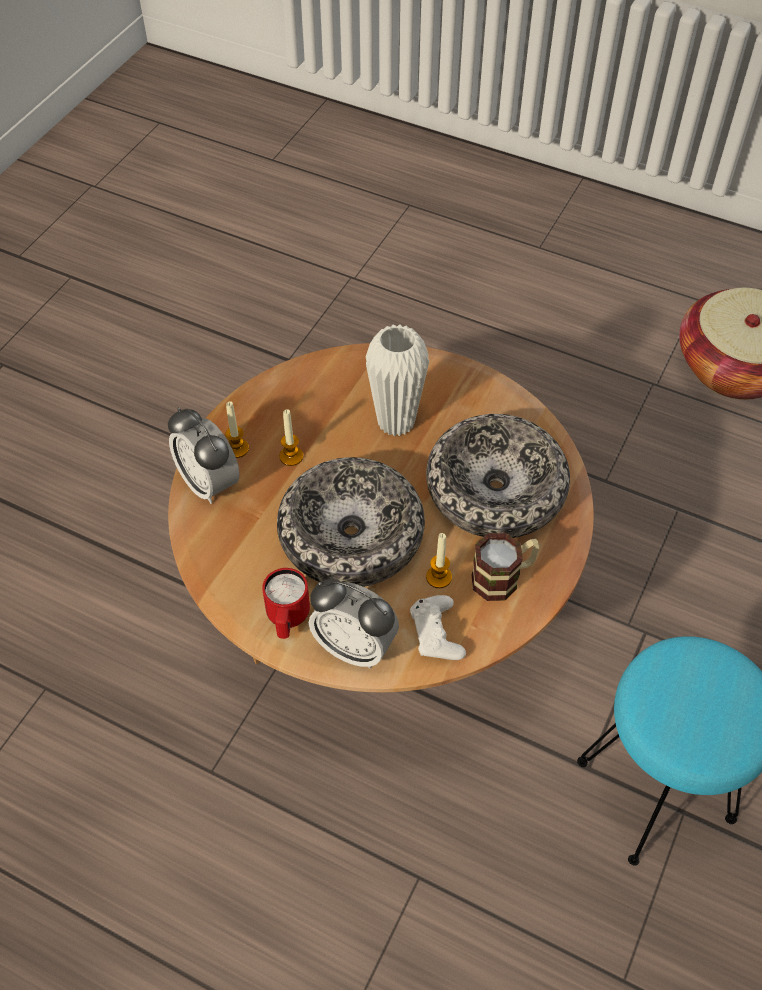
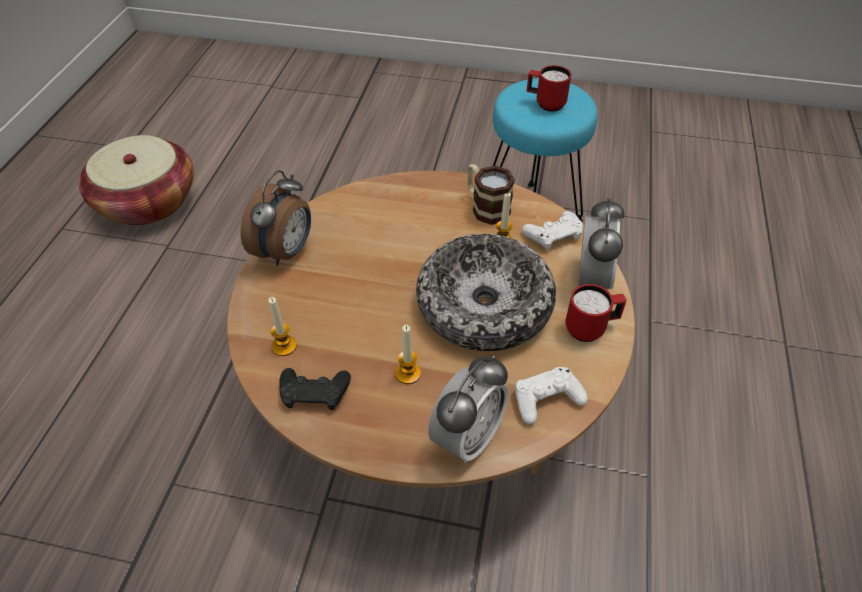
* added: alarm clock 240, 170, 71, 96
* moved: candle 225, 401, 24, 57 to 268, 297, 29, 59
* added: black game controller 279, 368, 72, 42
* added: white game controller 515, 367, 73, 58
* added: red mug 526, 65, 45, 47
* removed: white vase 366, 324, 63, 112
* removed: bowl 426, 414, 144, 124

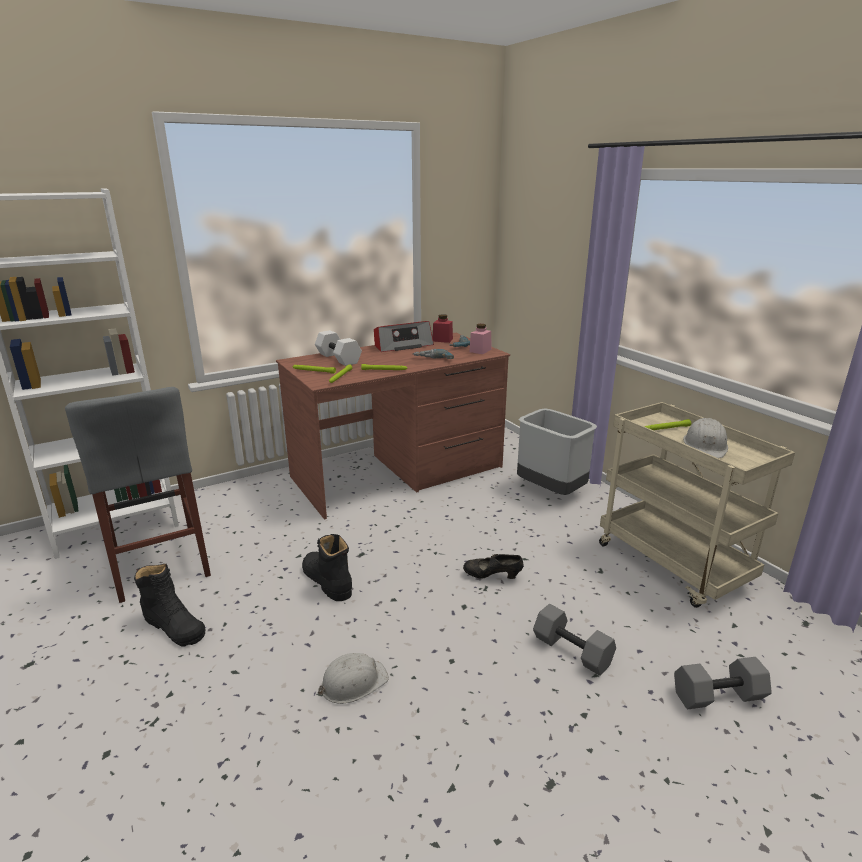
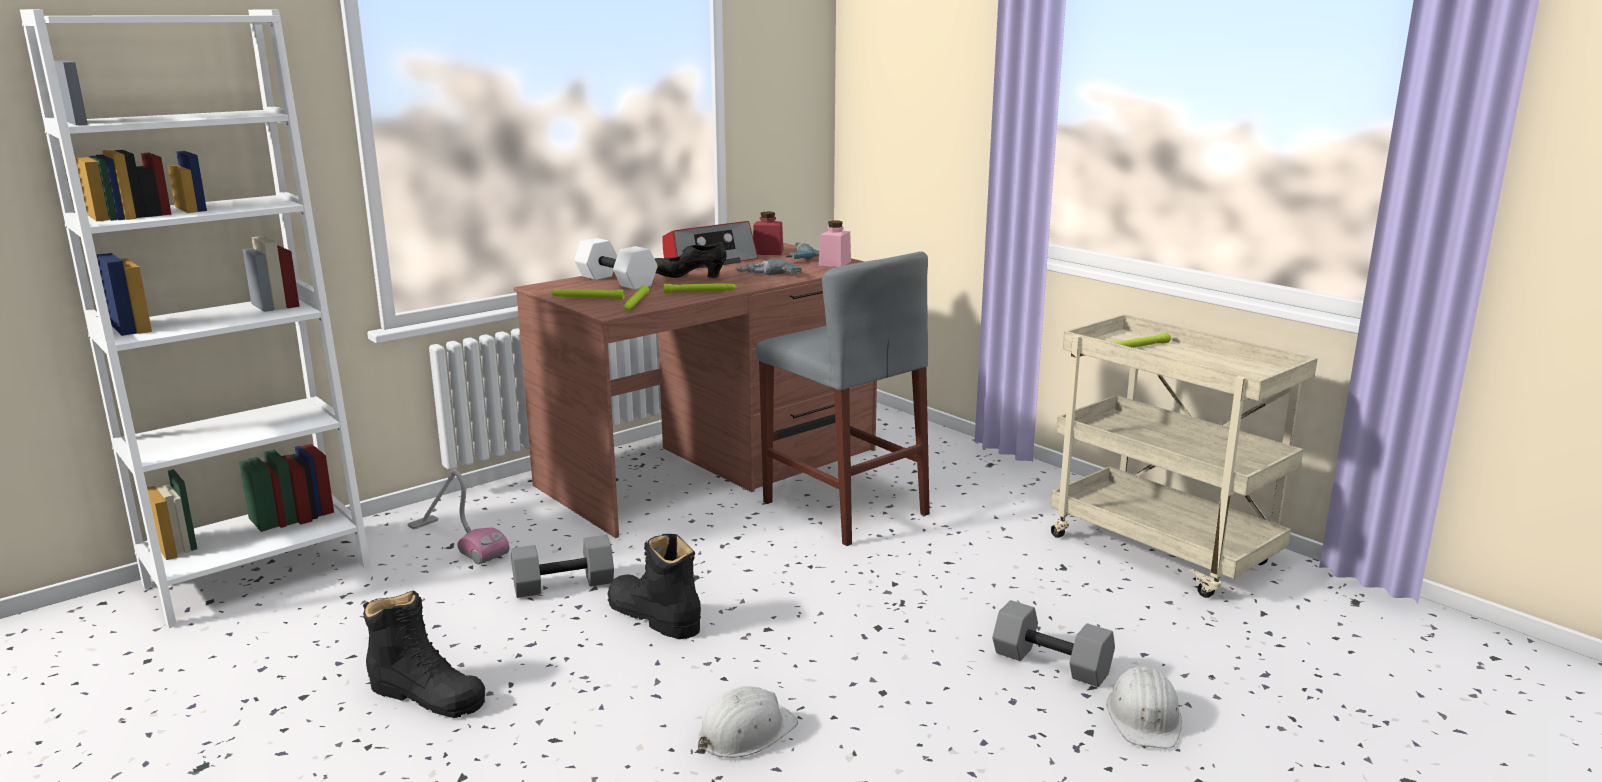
* added: vacuum cleaner 408, 470, 101, 95
* moved: grey dumbbell 674, 657, 98, 52 to 511, 535, 103, 63
* moved: black shoe 463, 554, 60, 25 to 655, 242, 72, 36
* moved: grey stool 65, 387, 146, 216 to 756, 251, 174, 295
* moved: white hard hat 683, 418, 45, 40 to 1107, 667, 75, 81
* removed: grey trash can 517, 408, 80, 87

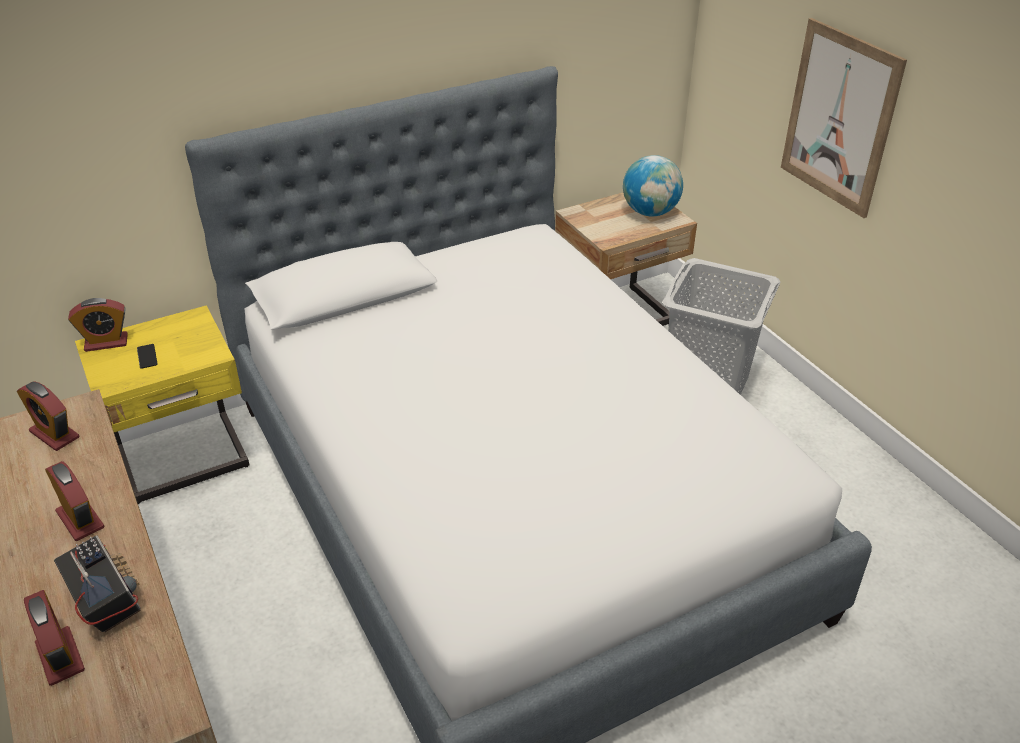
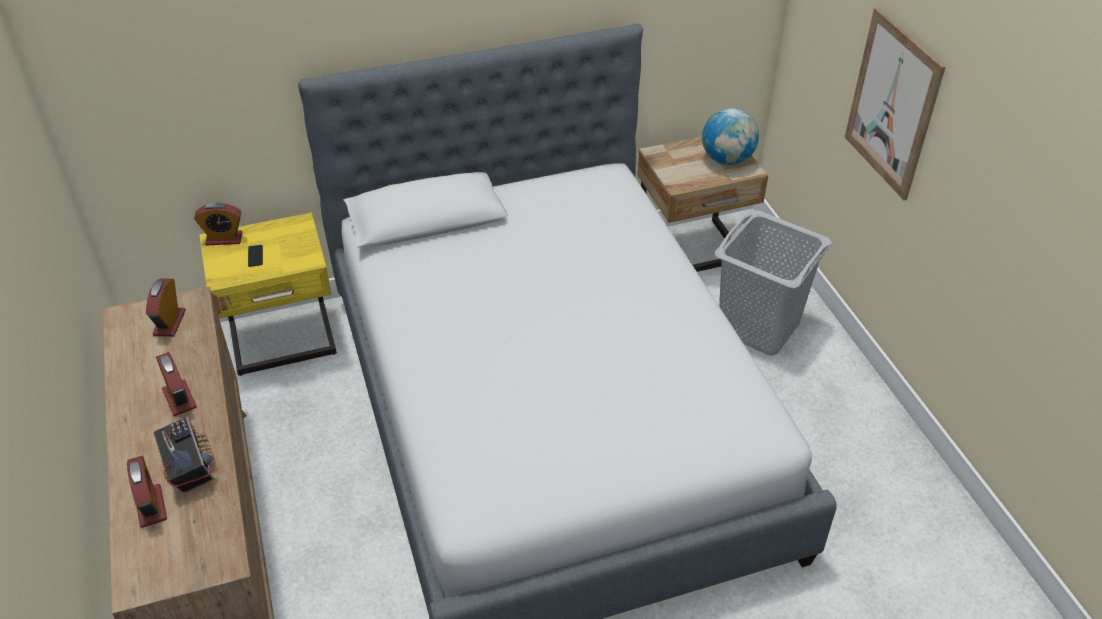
* turned: alarm clock 17, 381, 62, 70 = 146, 278, 40, 59 45 degrees clockwise

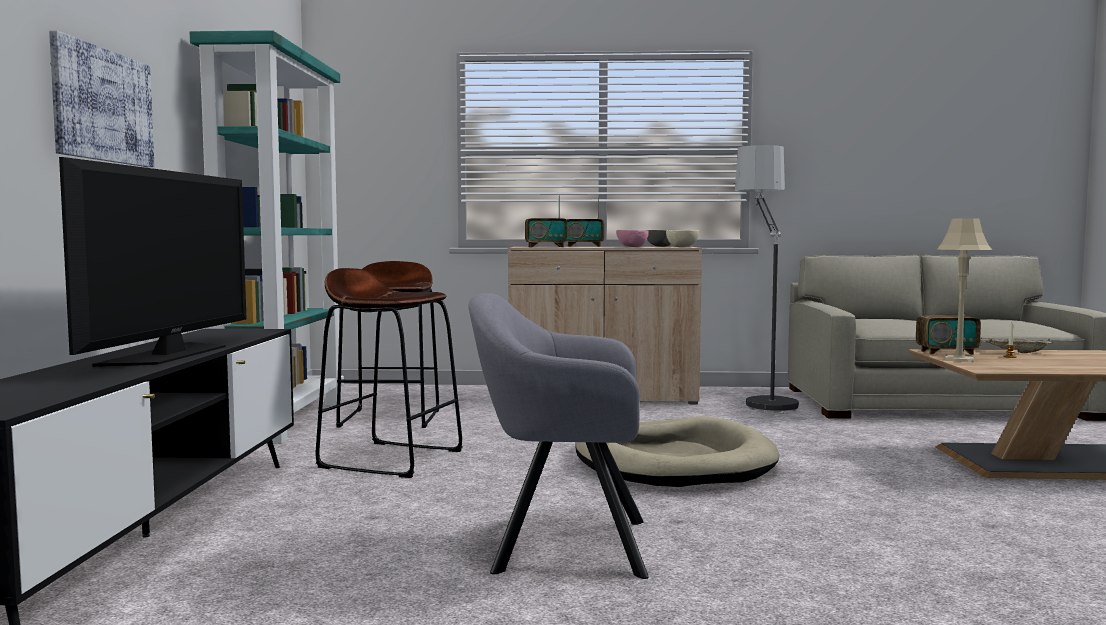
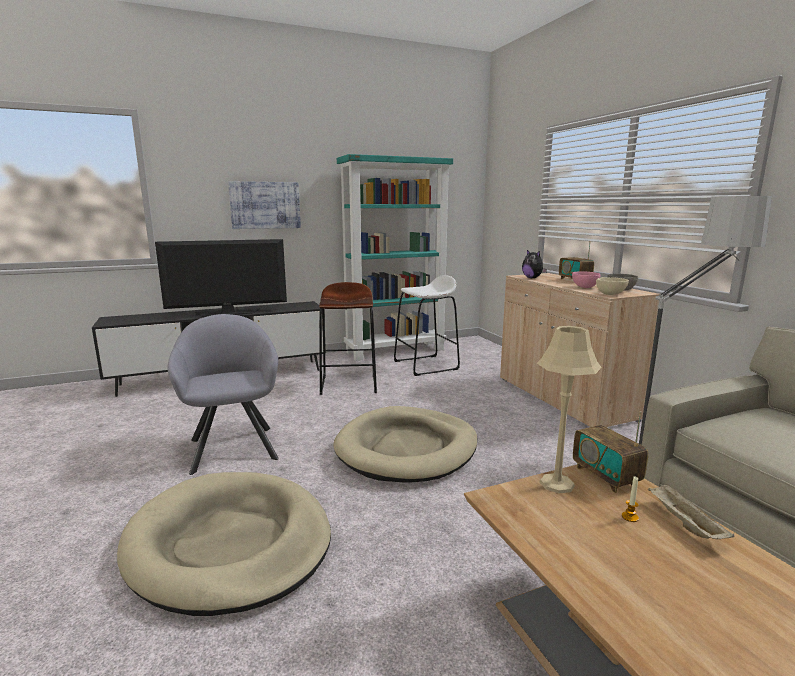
* added: beige dog bed 117, 472, 214, 144
* recoloured: brown stool 336, 261, 103, 167 to white stool 394, 275, 66, 101
* replaced: radio 525, 195, 43, 52 to plush toy 522, 250, 25, 28

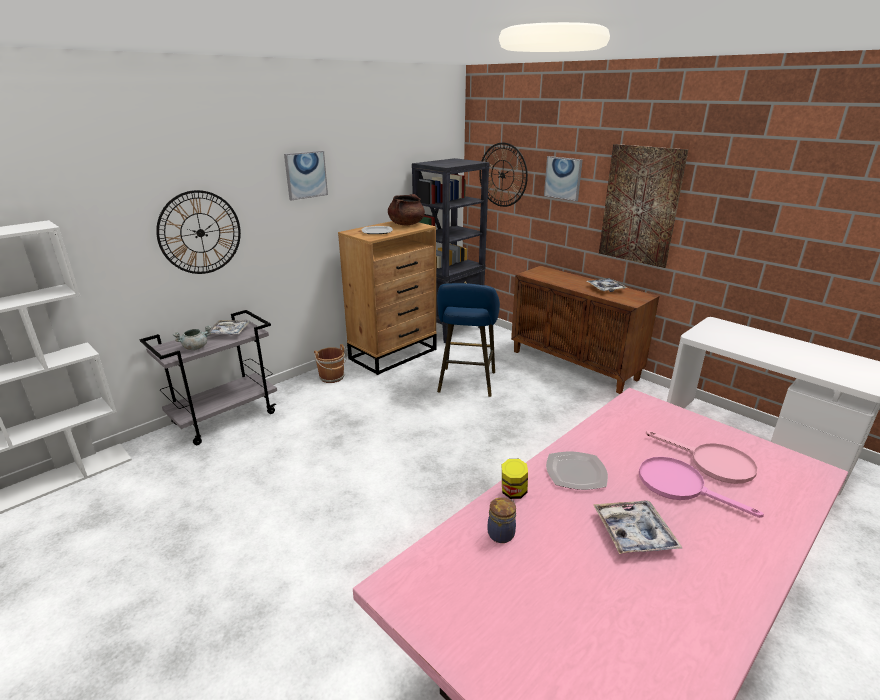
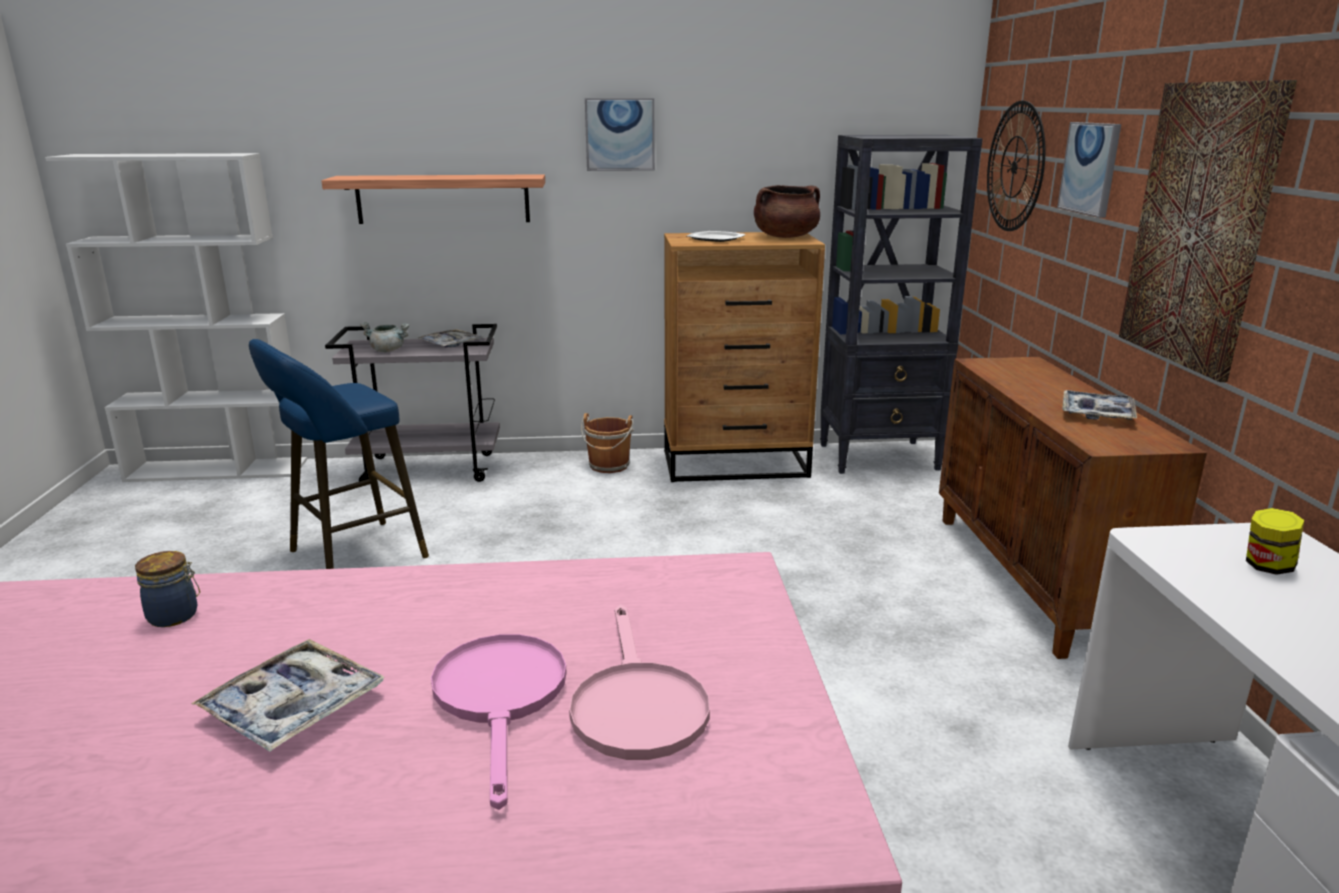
* moved: blue stool 437, 283, 63, 114 to 249, 339, 180, 230
* replaced: wall clock 156, 190, 85, 84 to shelf 321, 174, 224, 50
* moved: jar 502, 459, 26, 40 to 1246, 508, 58, 67
* removed: plate 546, 451, 62, 39

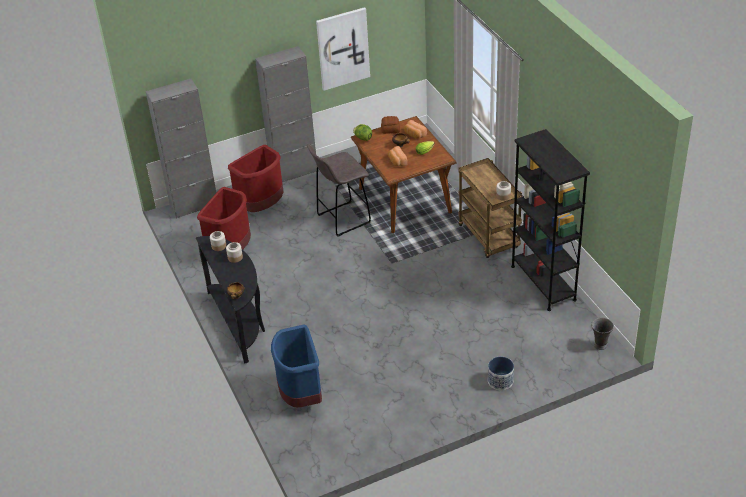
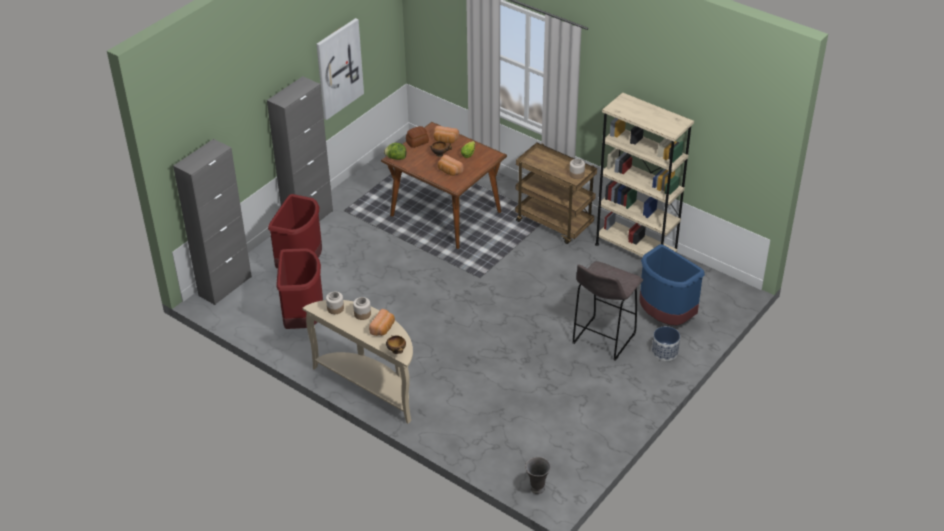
* recoloured: black console table 196, 236, 69, 127 to beige console table 302, 300, 111, 124
* added: bread 369, 309, 26, 27
* moved: grey vase 591, 318, 23, 32 to 525, 457, 26, 37
* moved: grey stool 307, 144, 64, 93 to 573, 261, 70, 100
* recoloured: black bookcase 511, 129, 79, 182 to beige bookcase 595, 92, 99, 165
* moved: blue trash can 271, 324, 51, 83 to 639, 244, 66, 81

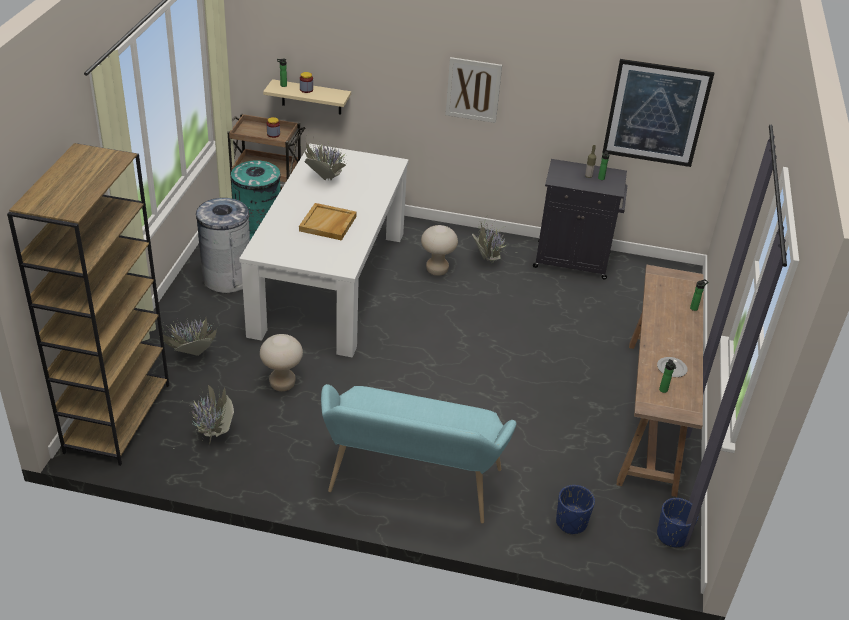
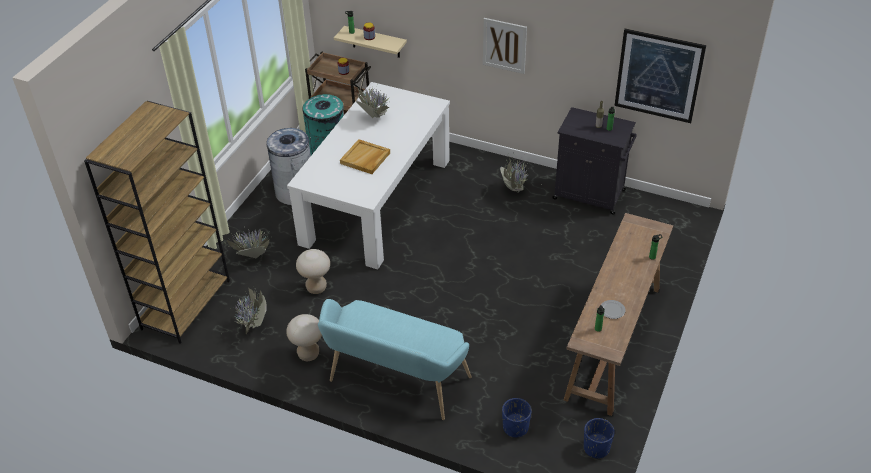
* moved: beige stool 421, 225, 37, 51 to 286, 314, 36, 47

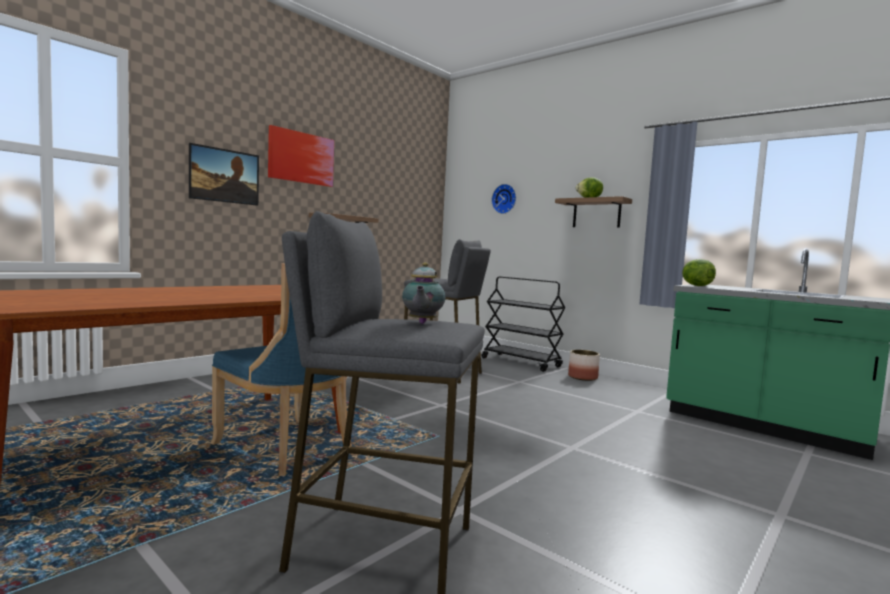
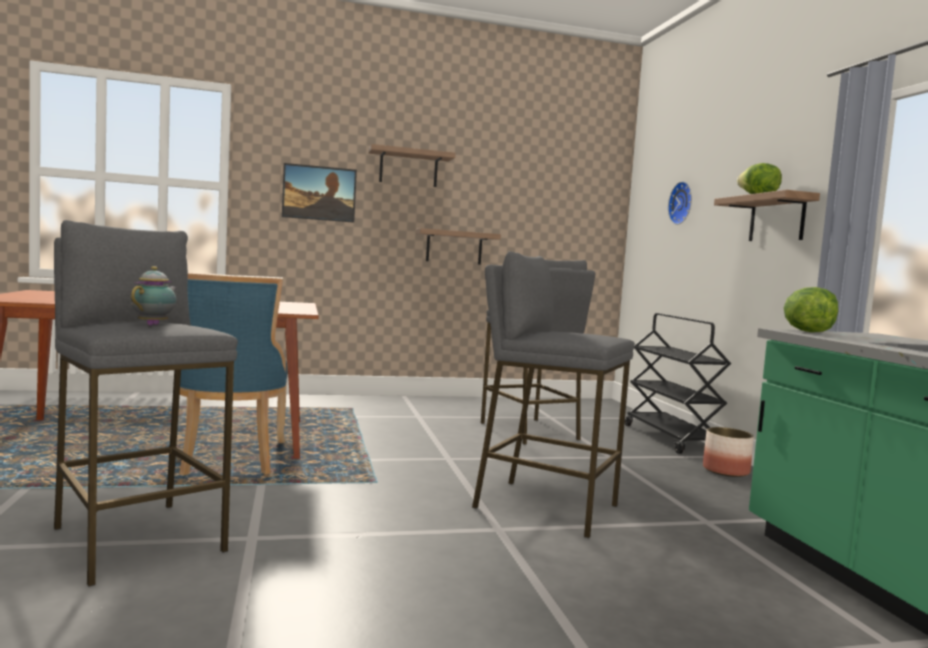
* turned: teapot 402, 262, 43, 62 = 131, 266, 46, 60 150 degrees clockwise
* replaced: picture 268, 125, 66, 62 to shelf 368, 144, 87, 43
* added: grey stool 472, 251, 163, 287

